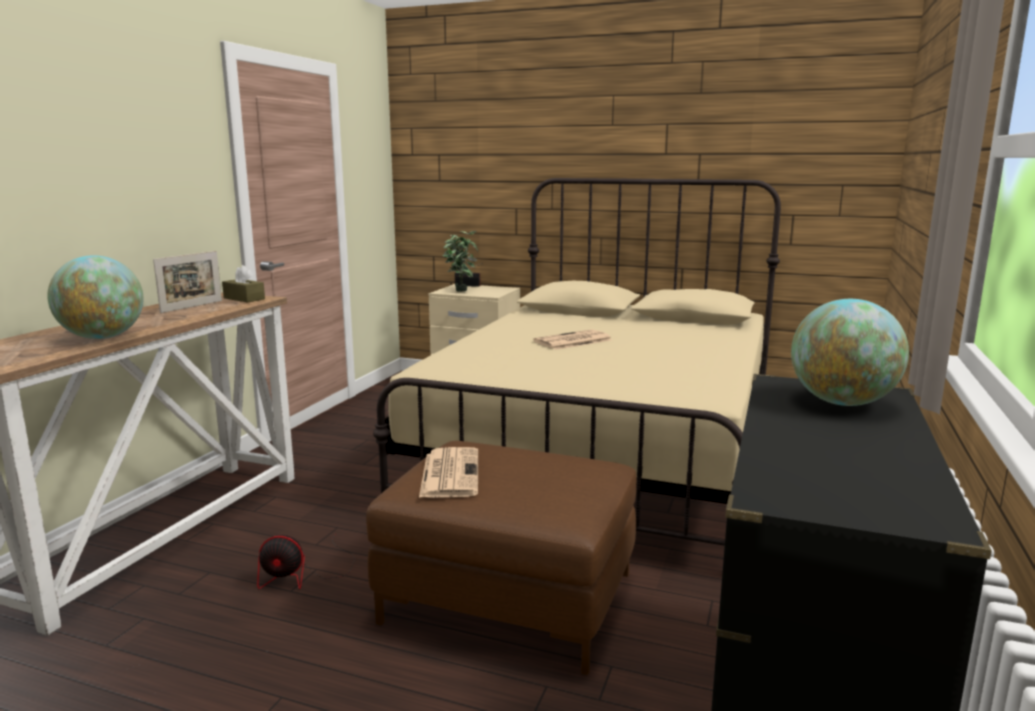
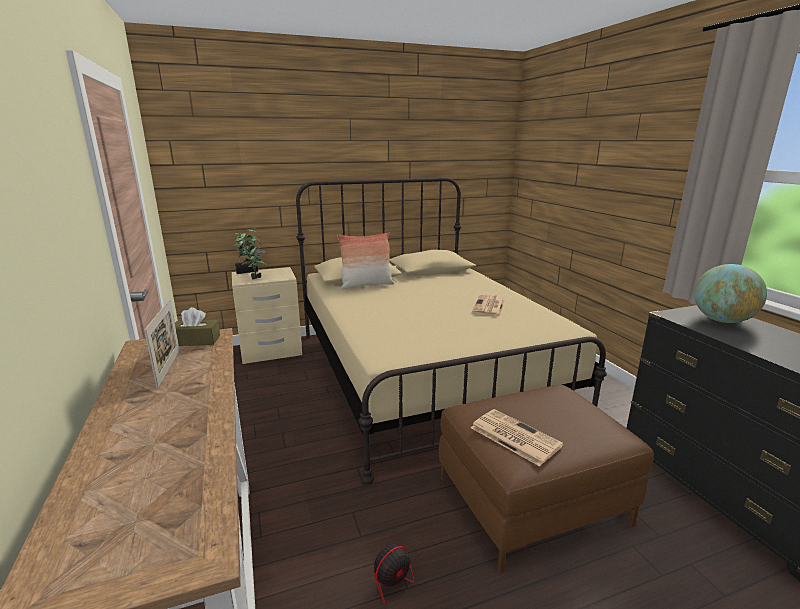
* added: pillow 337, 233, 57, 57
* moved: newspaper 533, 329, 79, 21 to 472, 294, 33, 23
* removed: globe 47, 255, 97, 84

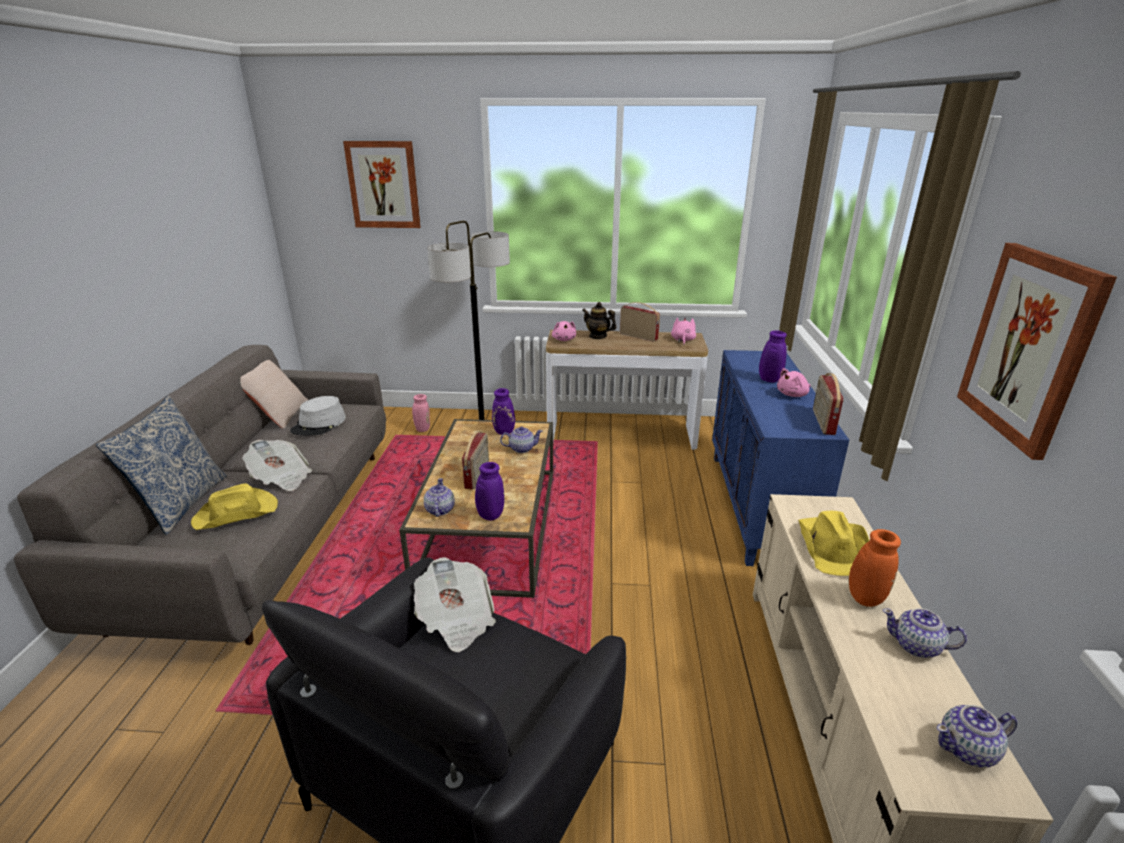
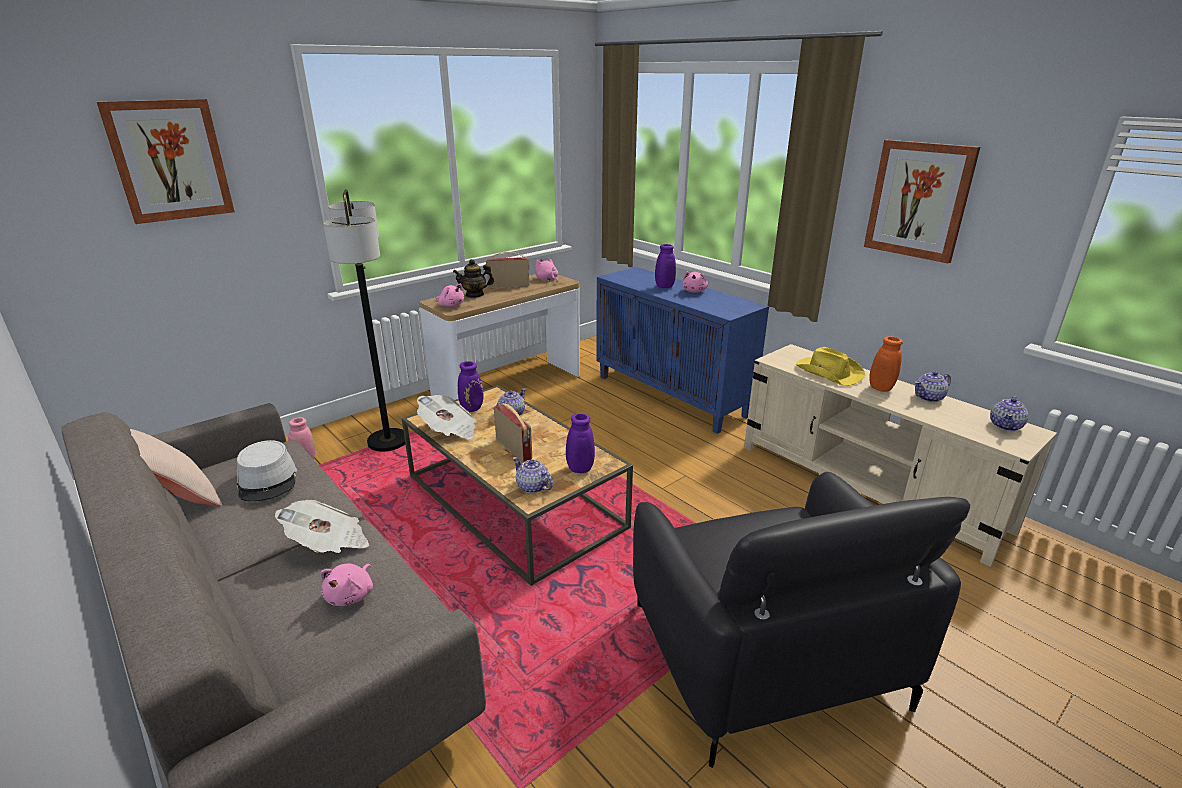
* replaced: yellow hat 191, 483, 87, 47 to pink plush toy 320, 563, 53, 43
* moved: newspaper 414, 557, 82, 95 to 417, 395, 59, 45
* removed: pillow 96, 395, 131, 140
* removed: radio 813, 373, 30, 62

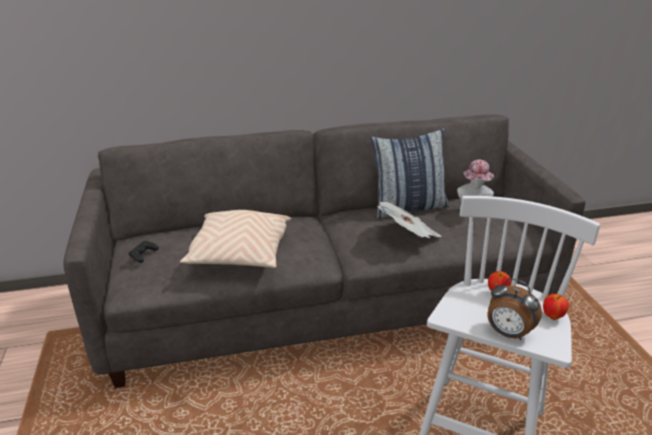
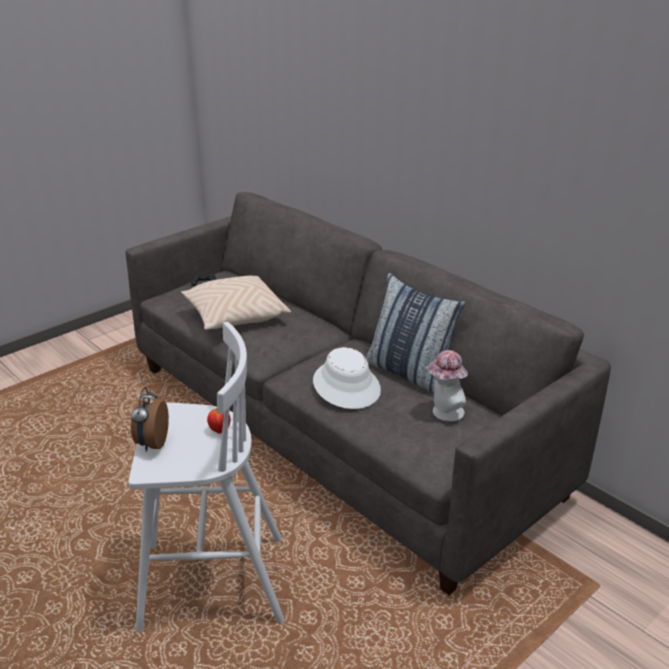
* replaced: newspaper 377, 202, 65, 36 to white hat 313, 347, 68, 62
* removed: apple 543, 294, 26, 26

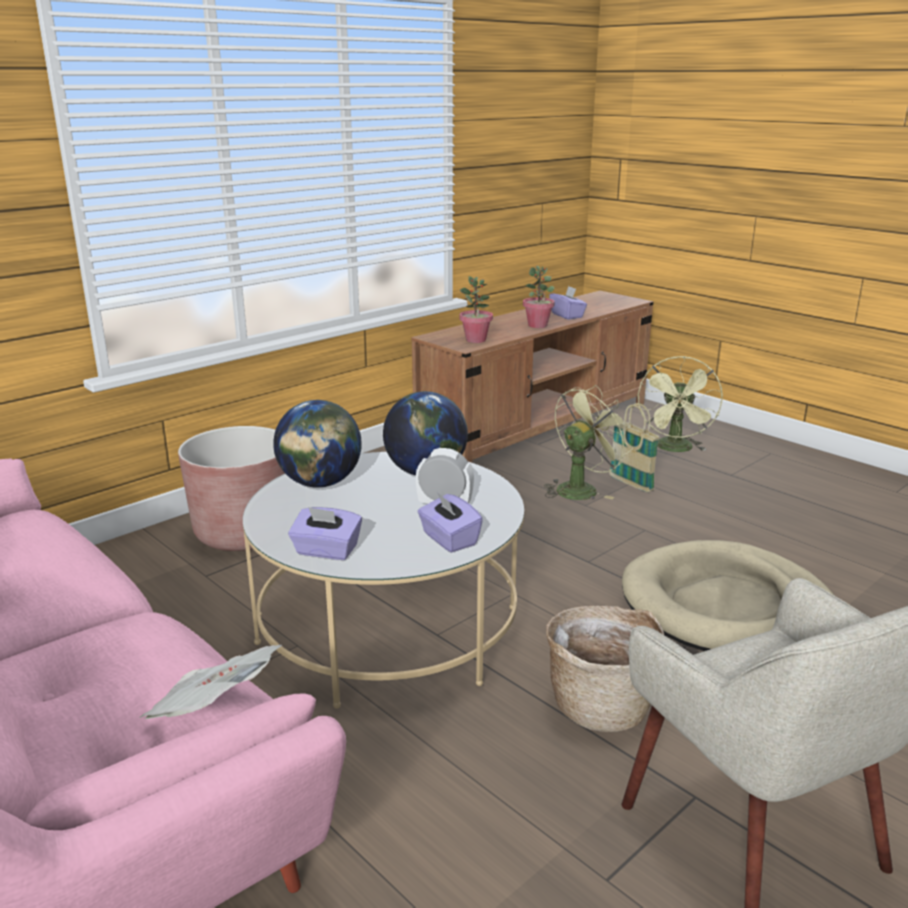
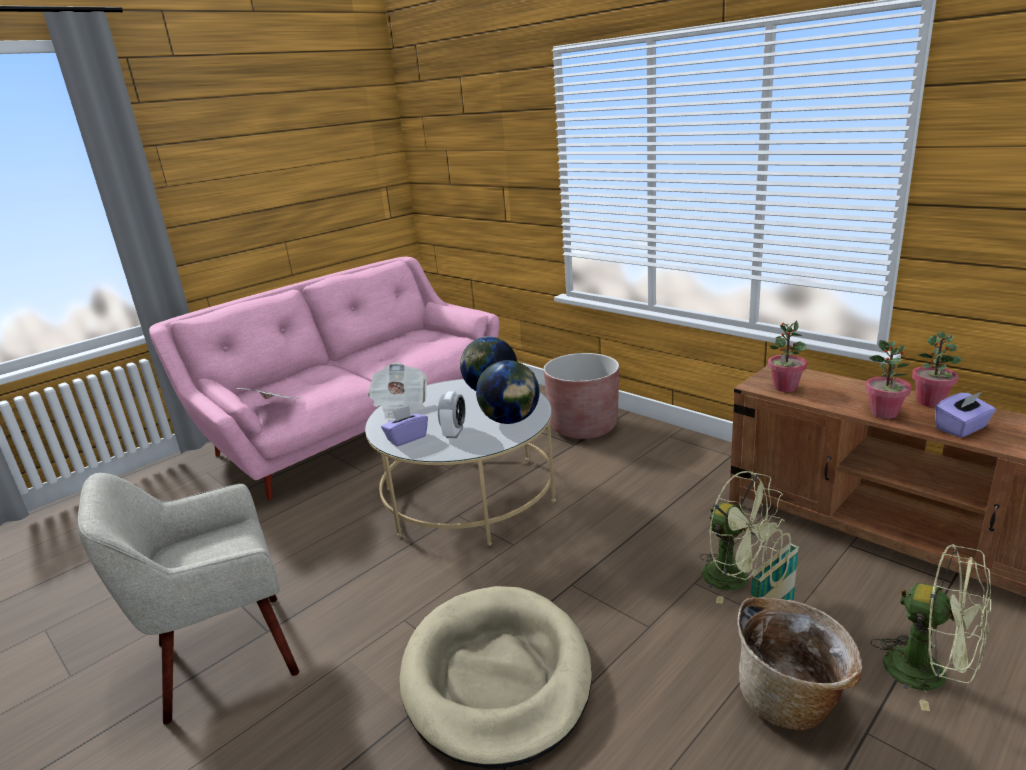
* replaced: purple tissue box 288, 507, 74, 53 to newspaper 368, 363, 59, 58
* moved: basket 546, 606, 118, 126 to 737, 597, 125, 133
* turned: green fan 638, 356, 85, 96 = 871, 544, 120, 167 150 degrees counterclockwise
* added: potted plant 912, 331, 50, 76

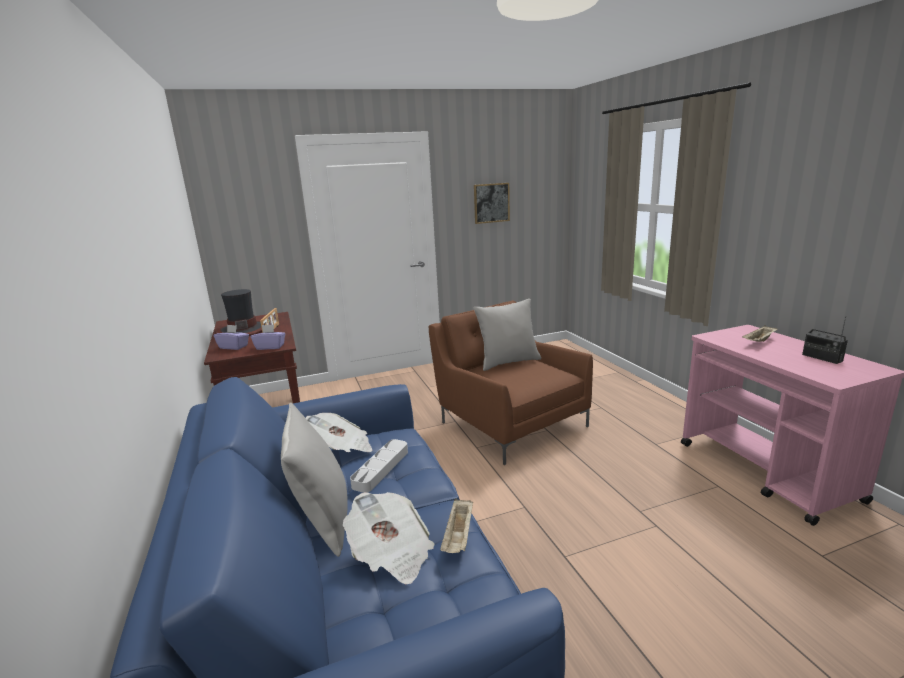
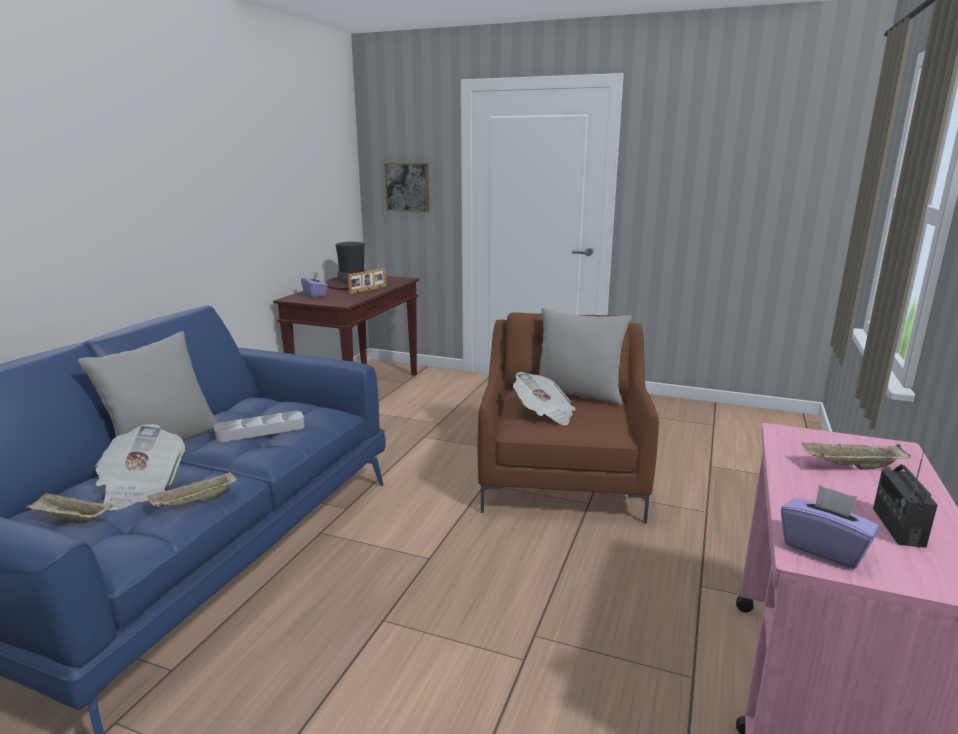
* added: beige tray 26, 493, 87, 31
* moved: picture 474, 183, 36, 41 to 384, 163, 45, 49
* moved: newspaper 305, 413, 68, 39 to 513, 372, 63, 53
* moved: purple tissue box 251, 324, 34, 26 to 781, 485, 98, 84

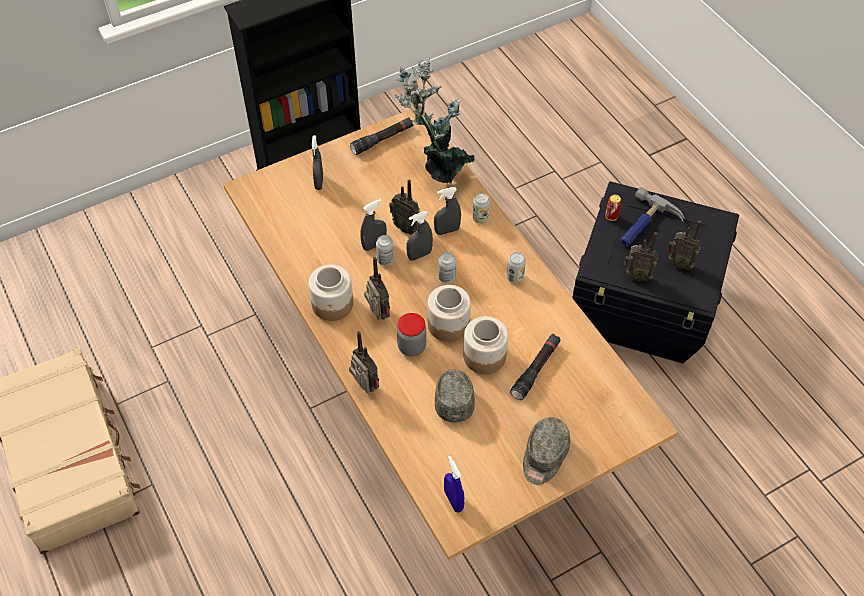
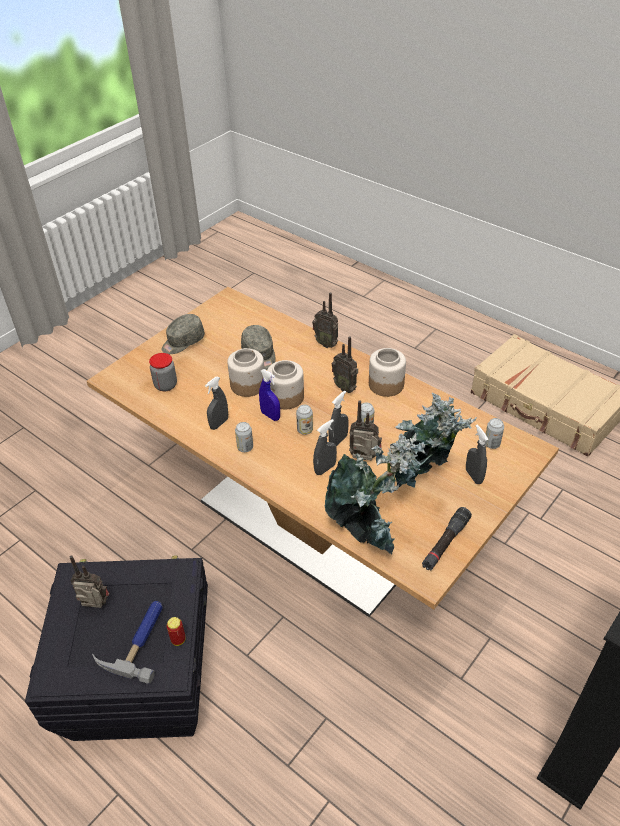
* moved: jar 397, 313, 29, 44 to 149, 353, 28, 38
* turned: grey cap 523, 417, 47, 68 = 162, 314, 43, 40 135 degrees counterclockwise
* moved: grey spray bottle 360, 199, 27, 52 to 205, 377, 23, 53
* moved: blue spray bottle 444, 456, 21, 57 to 259, 369, 21, 52
* added: potted plant 395, 393, 82, 95
* moved: can 473, 193, 17, 31 to 485, 418, 19, 31
* removed: black flashlight 510, 334, 51, 66
* removed: radio 624, 232, 34, 50

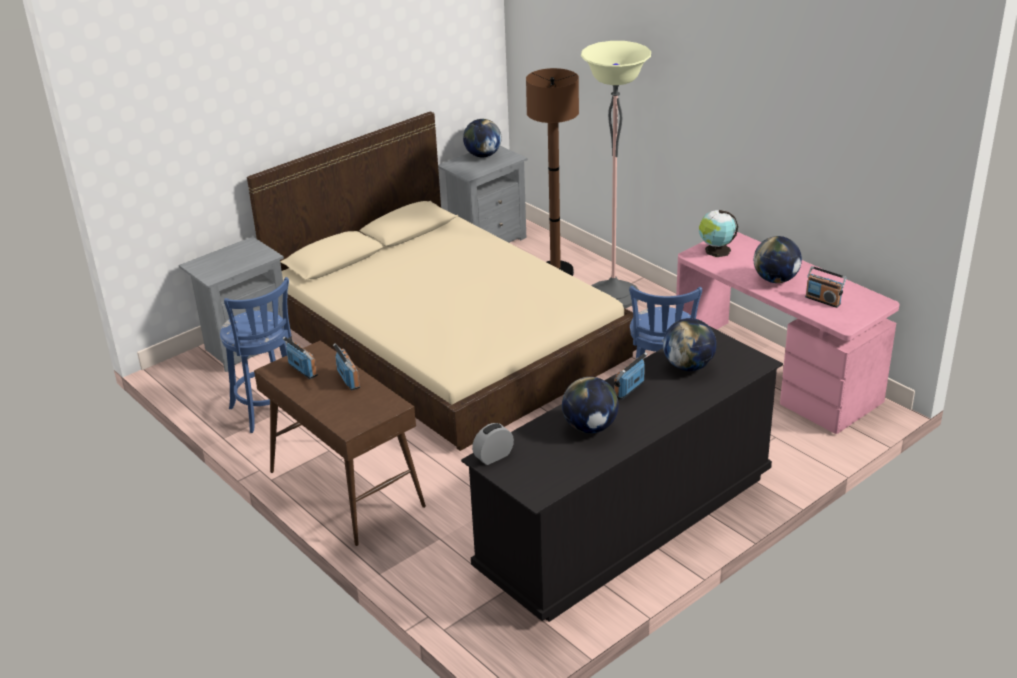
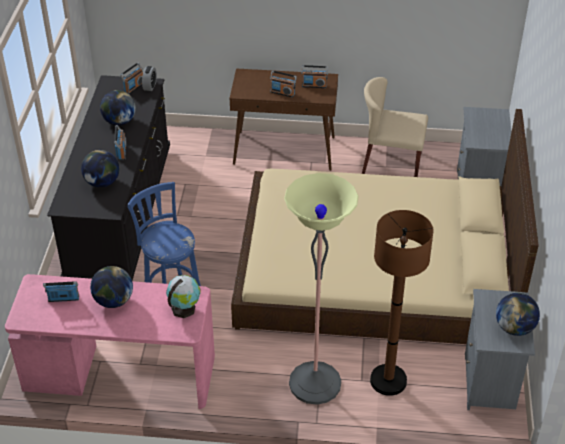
* added: radio 120, 62, 23, 32
* replaced: blue stool 220, 277, 71, 156 to beige chair 362, 77, 66, 100

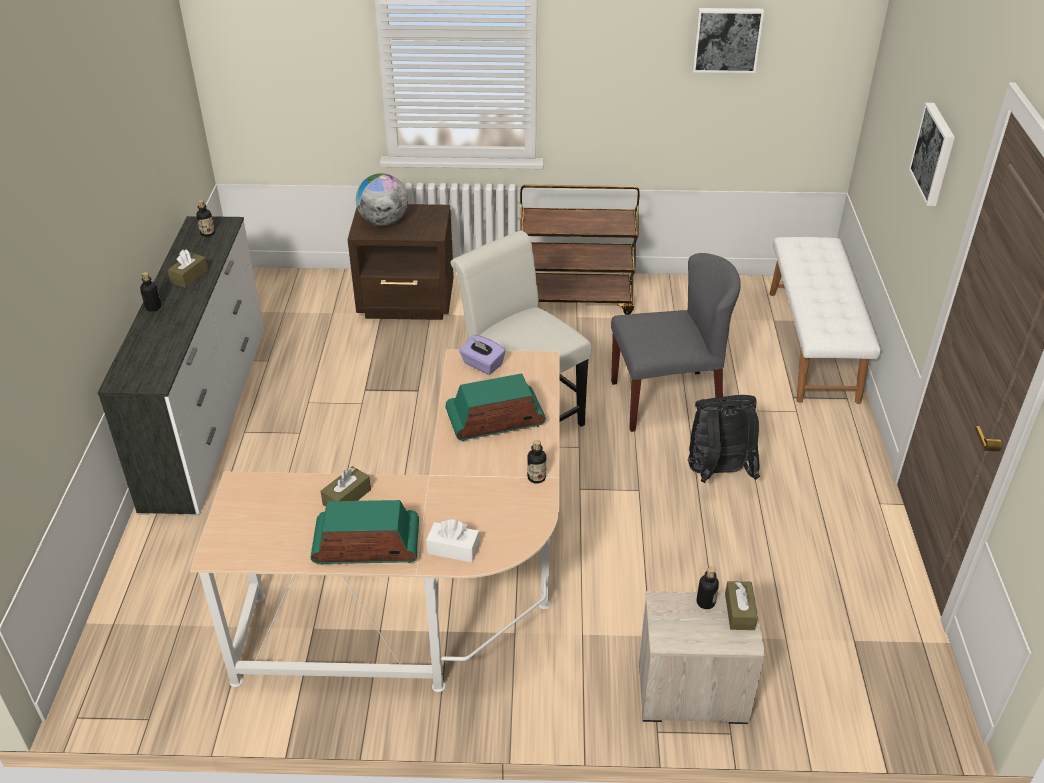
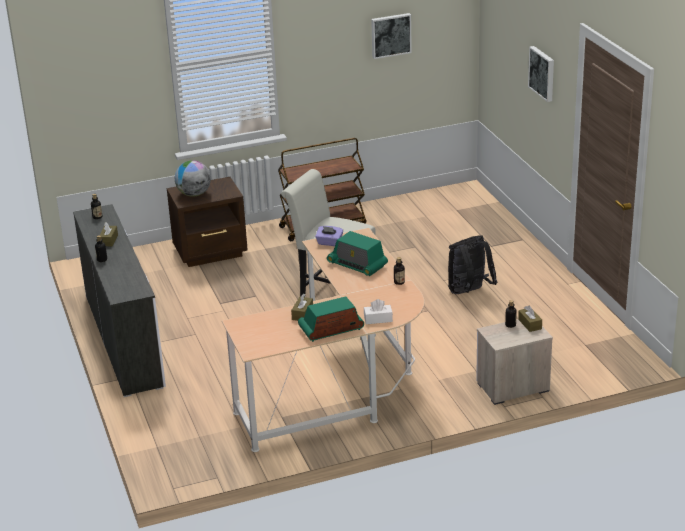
* turned: radio 445, 374, 101, 67 = 327, 231, 61, 45 105 degrees counterclockwise
* removed: grey chair 611, 253, 130, 179
* removed: white bench 769, 237, 112, 167

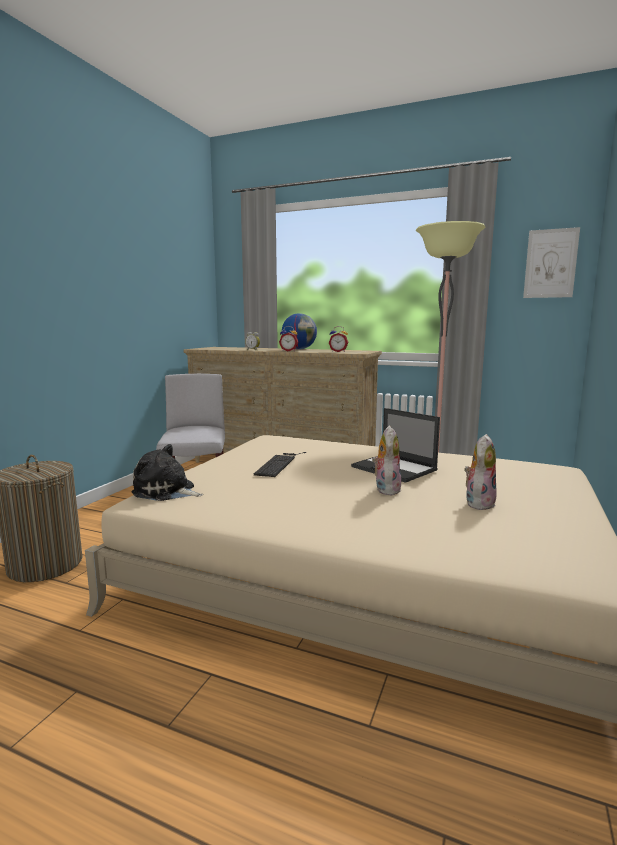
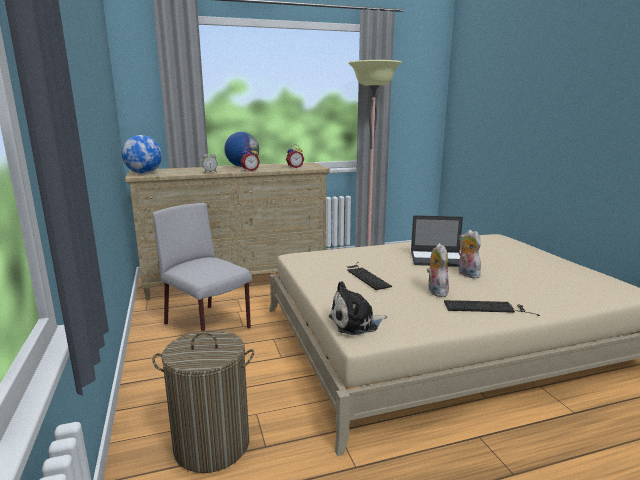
* added: globe 121, 135, 41, 39
* moved: plush toy 464, 434, 33, 76 to 427, 243, 22, 54
* added: keyboard 444, 300, 96, 16
* removed: picture 523, 227, 57, 71

